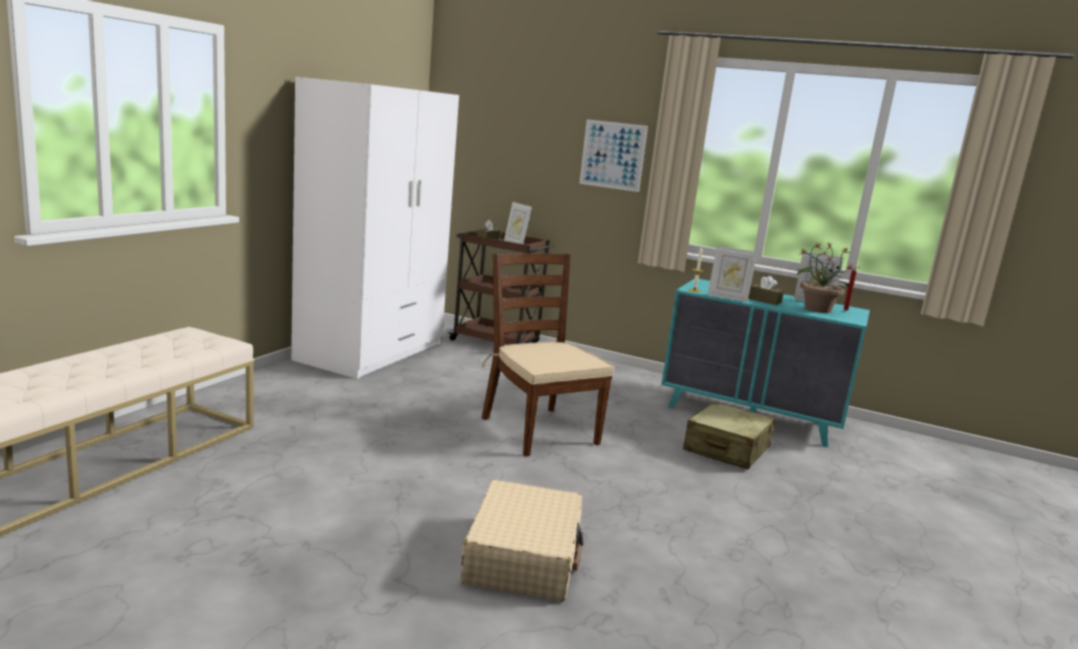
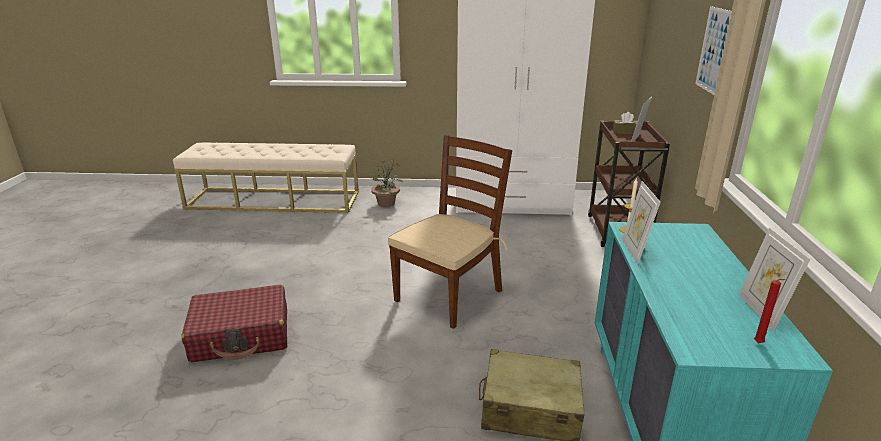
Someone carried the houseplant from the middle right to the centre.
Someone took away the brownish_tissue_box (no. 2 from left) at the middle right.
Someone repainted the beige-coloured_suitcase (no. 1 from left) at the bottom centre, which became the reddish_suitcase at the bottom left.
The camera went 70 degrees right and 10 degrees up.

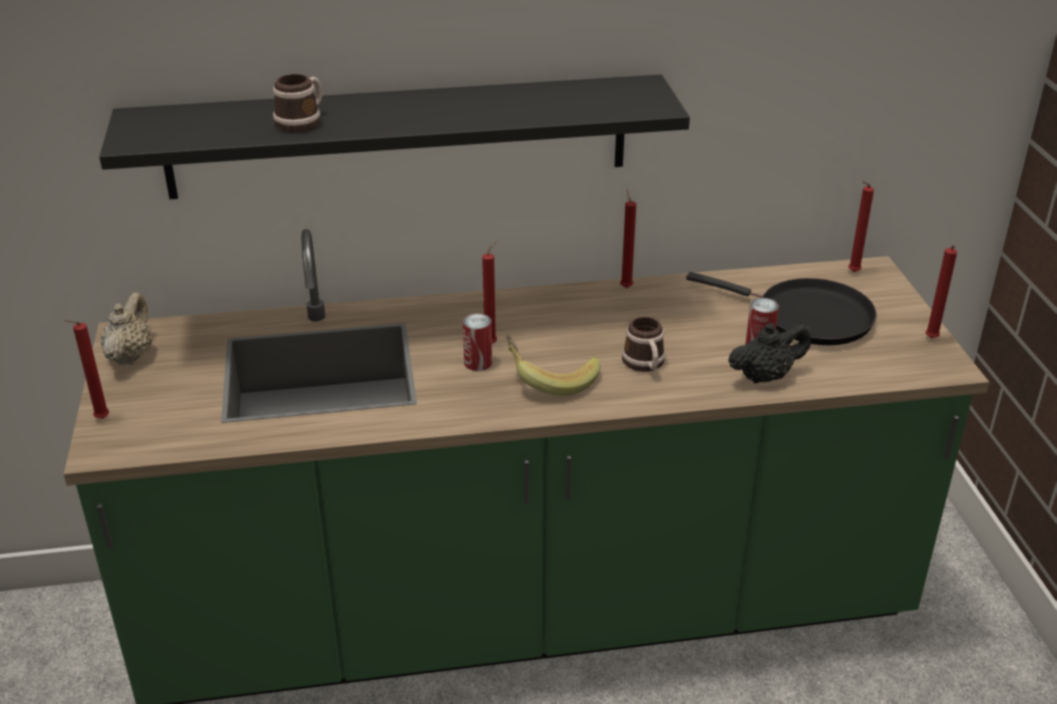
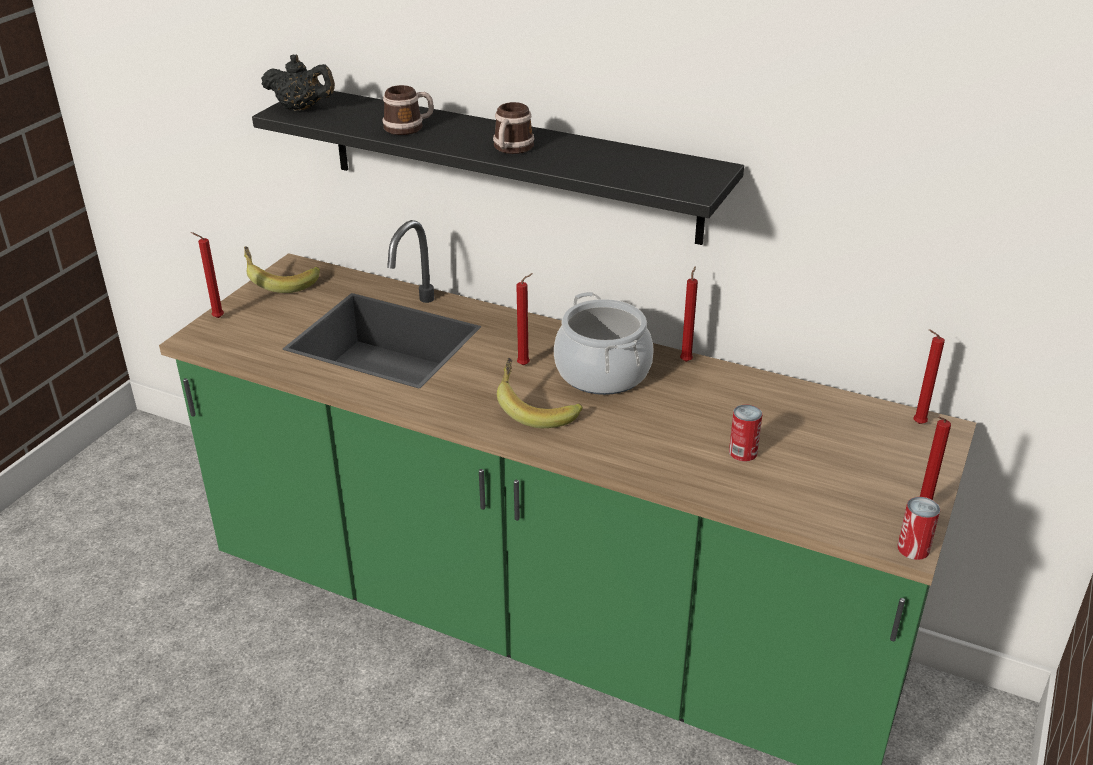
Someone took away the blackish_skillet at the middle right.
Someone swapped the beige-coloured_pot_for_tea at the middle left for the banana (no. 1 from left) at the middle left.
Someone carried the can (no. 1 from left in the first image) from the centre to the bottom right.
Someone carried the tea_mug (no. 2 from left) from the centre to the top centre.
Someone carried the blackish_pot_for_tea from the middle right to the top left.
Someone put down the stockpot at the centre.
The camera went 35 degrees right and 0 degrees up.

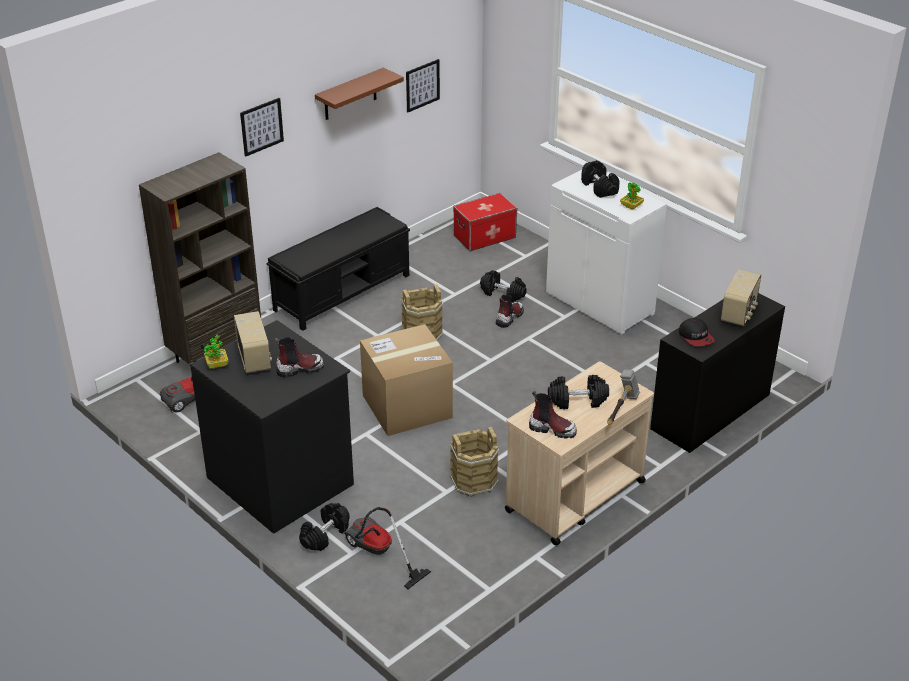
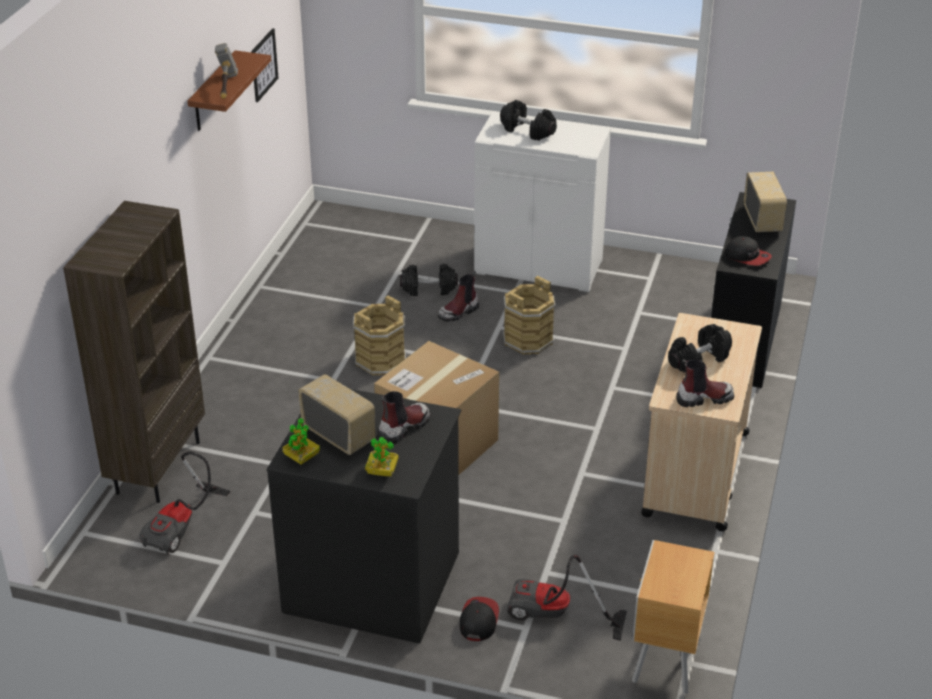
Someone took away the wall_art (no. 1 from left) at the top left.
Someone carried the houseplant (no. 2 from left) from the top right to the centre.
Someone took away the storage_bin at the top centre.
Someone took away the blackish_indoor_bench at the centre.
Someone rotated the high-top_boot (no. 2 from left) at the centre by 135 degrees counterclockwise.
Someone carried the tool_hammer from the middle right to the top left.
Someone carried the brownish_water_bucket (no. 2 from left) from the bottom centre to the centre.
Someone swapped the blackish_hand_weight (no. 1 from left) at the bottom centre for the cap (no. 1 from left) at the bottom centre.
Someone put down the brownish_bedside_table at the bottom right.
The camera went 30 degrees left and 0 degrees up.

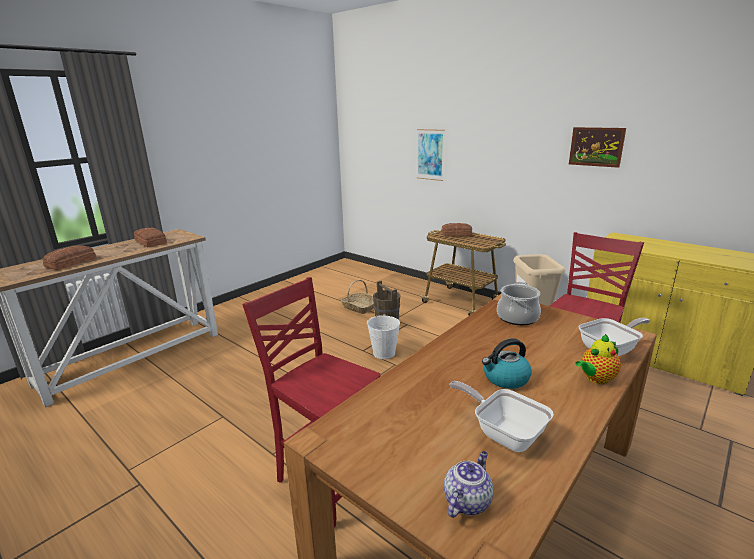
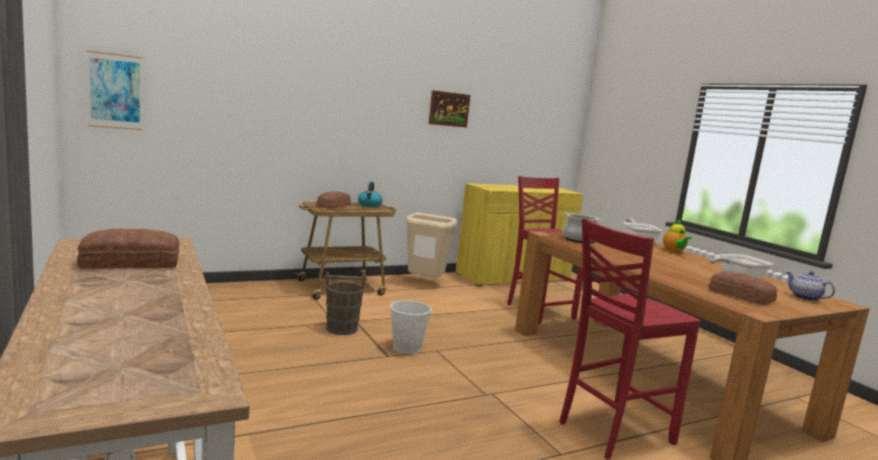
Someone carried the wall_art (no. 1 from left) from the top centre to the top left.
Someone carried the baked_bread (no. 1 from left in the first image) from the middle left to the middle right.
Someone took away the basket at the centre.
Someone carried the kettle from the middle right to the centre.
The camera went 70 degrees left and 10 degrees down.

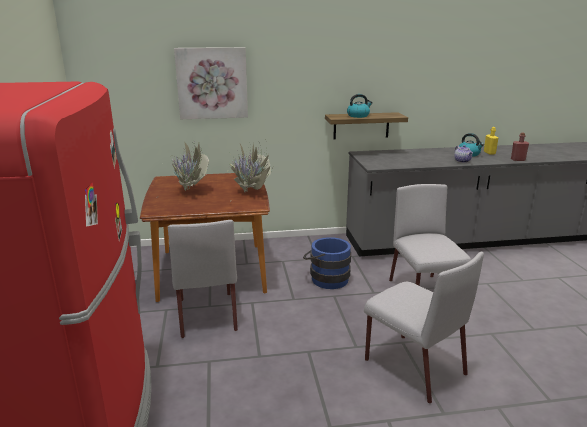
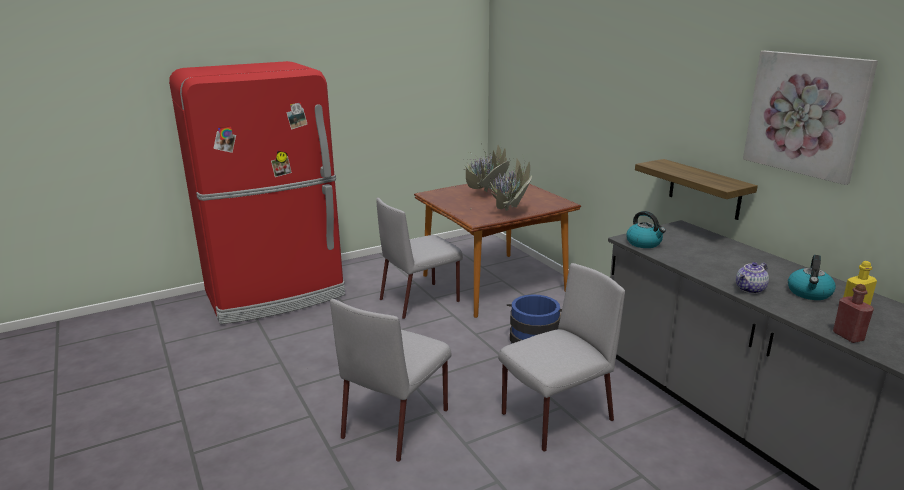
Someone carried the wall_art from the top centre to the top right.
Someone carried the kettle (no. 1 from left) from the top centre to the middle right.
The camera went 70 degrees right and 0 degrees up.

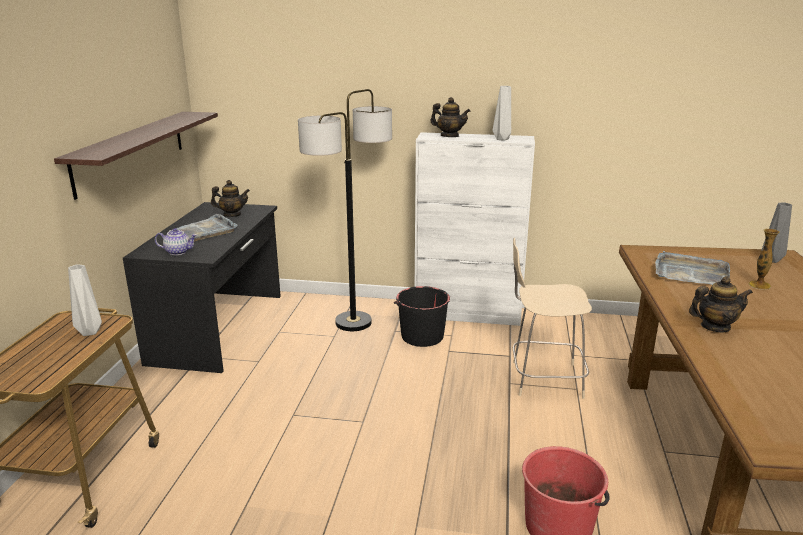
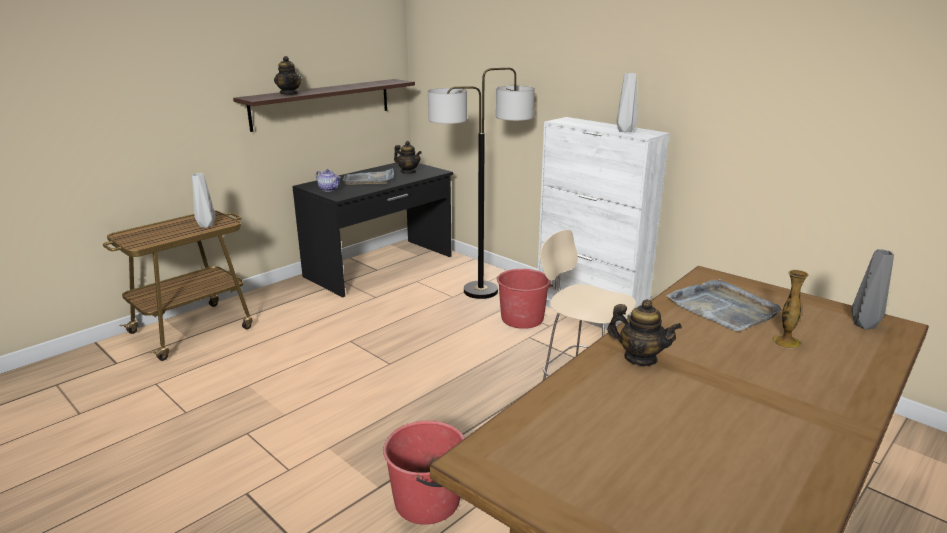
Someone carried the pot_for_tea (no. 3 from left in the first image) from the top centre to the top left.
Someone repainted the blackish_water_bucket at the centre, which became the reddish_water_bucket (no. 2 from left) at the centre.
The camera went 35 degrees right and 0 degrees up.

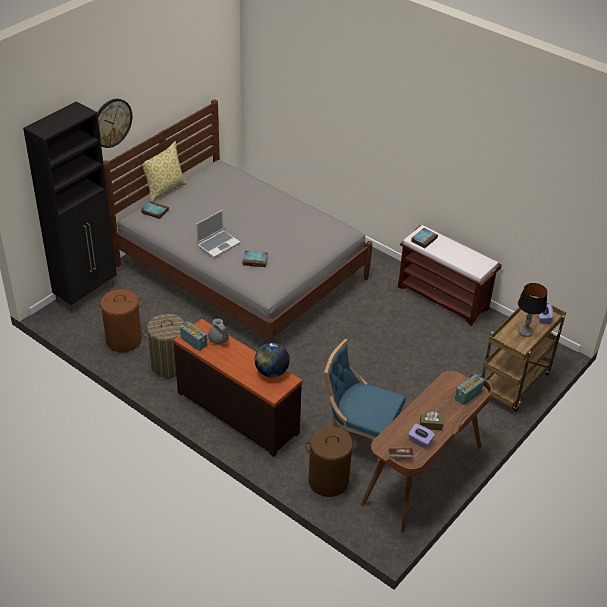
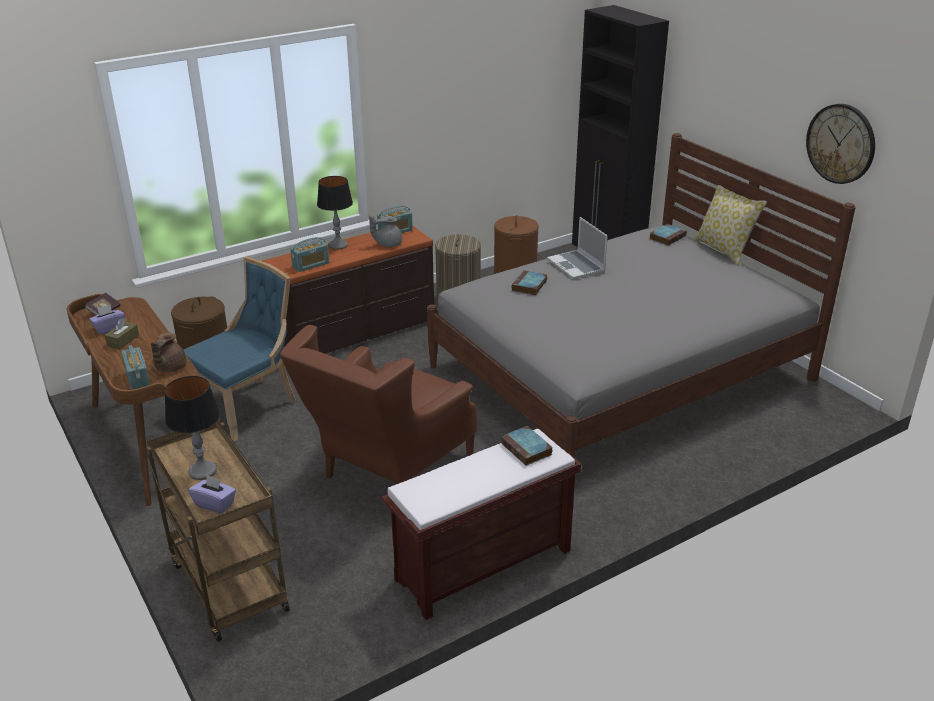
Someone carried the hanging_clock from the top left to the top right.
Someone swapped the world_globe at the centre for the radio_receiver (no. 2 from left) at the middle left.
Someone put down the tabletop_lamp (no. 2 from left) at the top centre.
Someone put down the brownish_lounge_chair at the centre.
Someone put down the brownish_pot_for_tea at the middle left.
The camera went 110 degrees right and 10 degrees down.

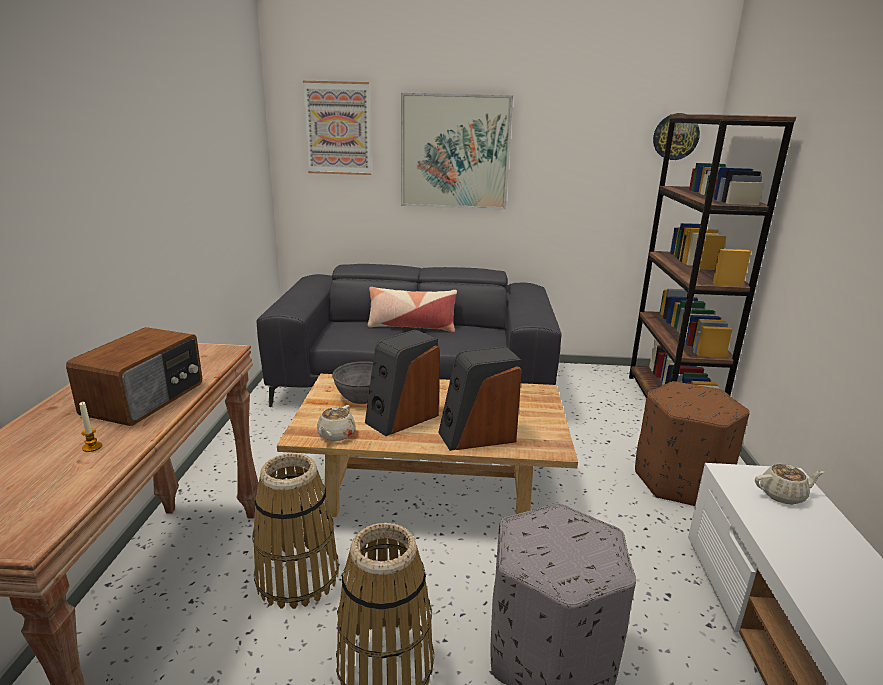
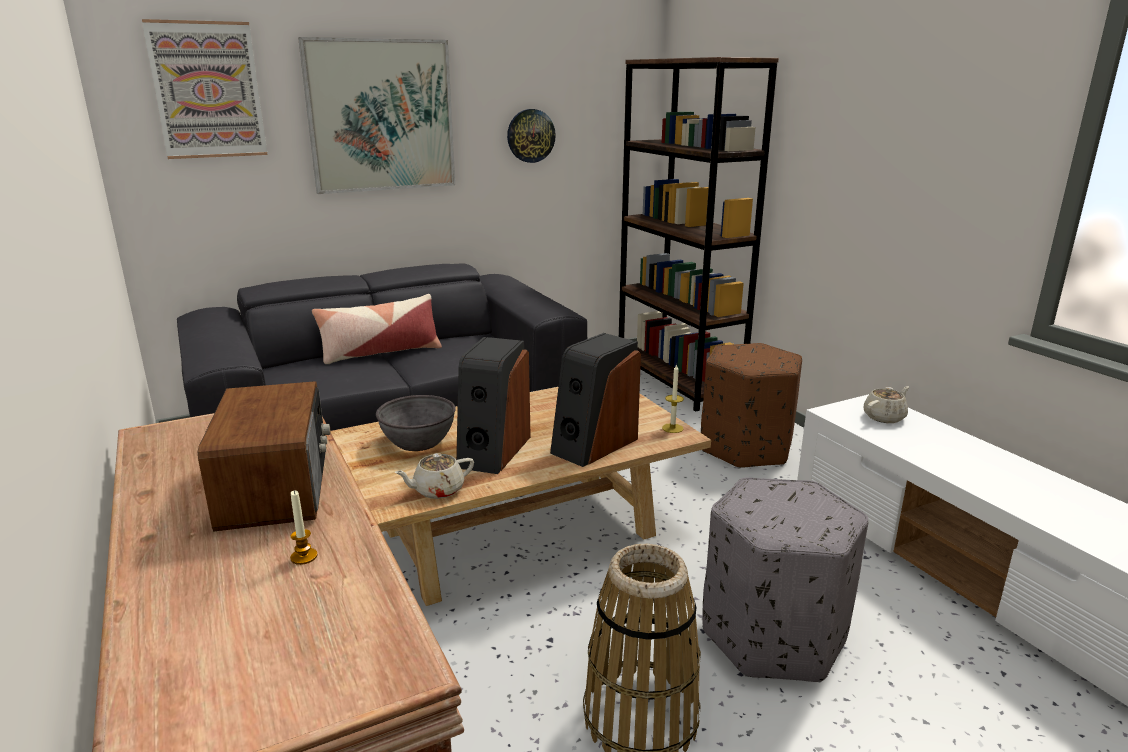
Someone carried the hanging_clock from the top right to the top centre.
Someone rotated the beige-coloured_pot_for_tea (no. 1 from left) at the centre by 75 degrees clockwise.
Someone took away the basket (no. 1 from left) at the bottom centre.
Someone put down the candle (no. 2 from left) at the centre.
The camera went 30 degrees left and 0 degrees up.

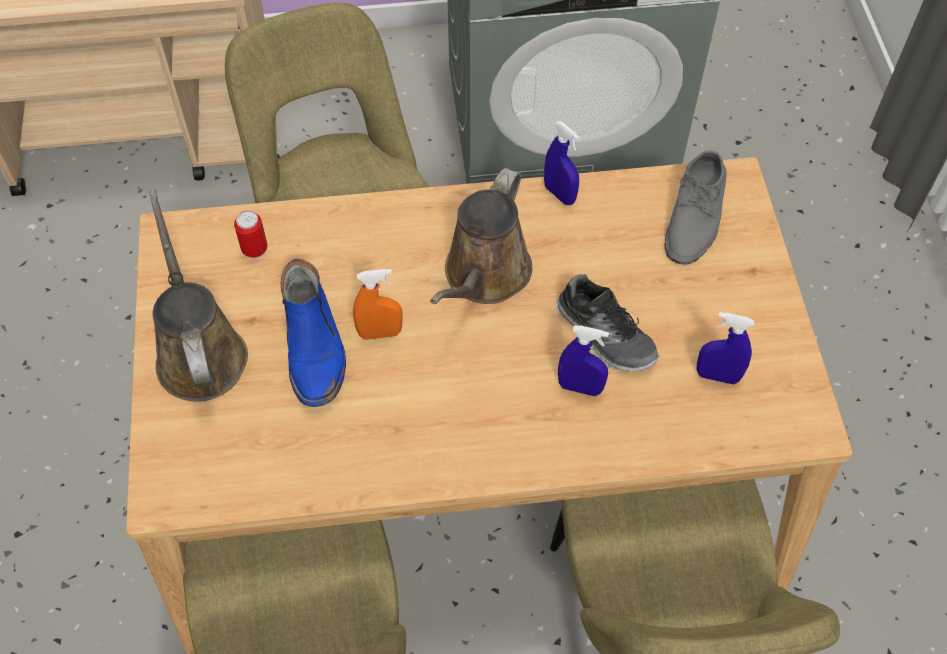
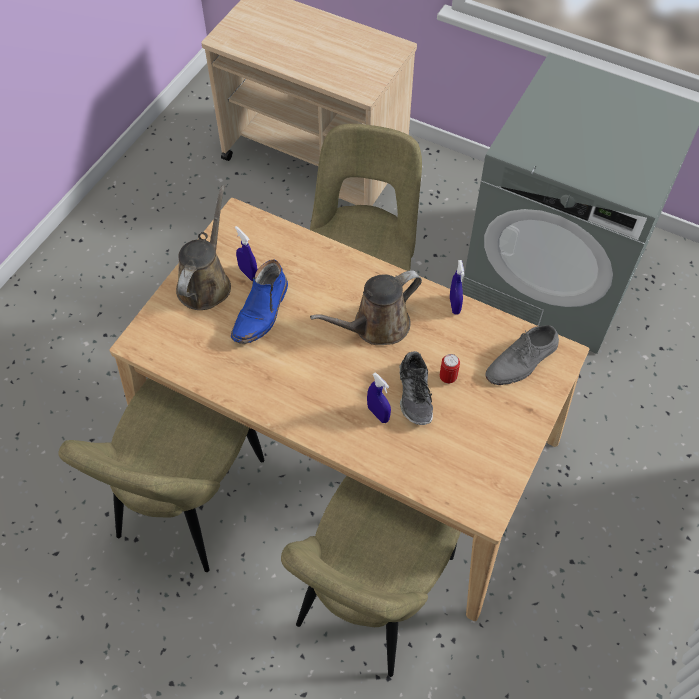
Someone carried the can from the middle left to the centre.
Someone took away the orange-coloured_spray_bottle at the centre.
Someone carried the blue_spray_bottle (no. 3 from left in the first image) from the middle right to the centre.
The camera went 35 degrees right and 0 degrees up.

